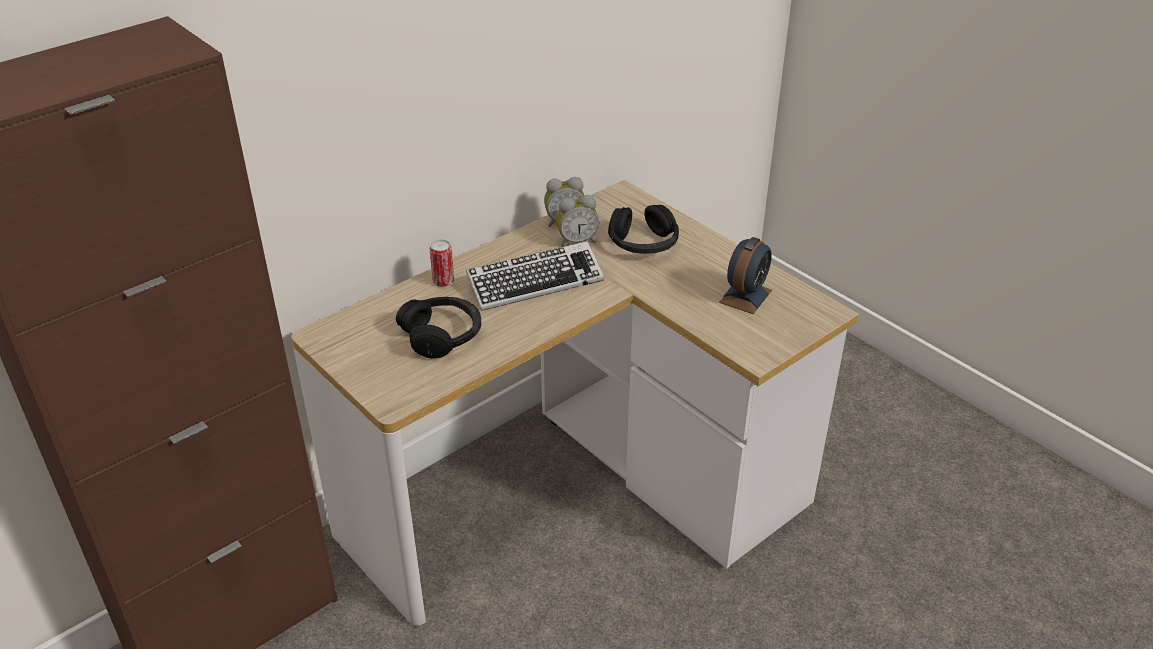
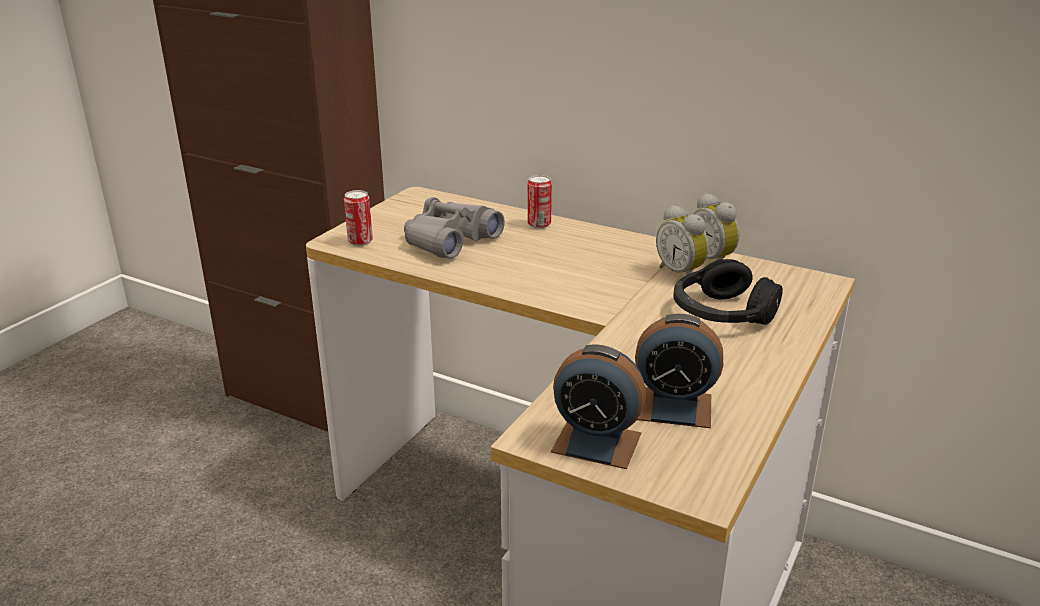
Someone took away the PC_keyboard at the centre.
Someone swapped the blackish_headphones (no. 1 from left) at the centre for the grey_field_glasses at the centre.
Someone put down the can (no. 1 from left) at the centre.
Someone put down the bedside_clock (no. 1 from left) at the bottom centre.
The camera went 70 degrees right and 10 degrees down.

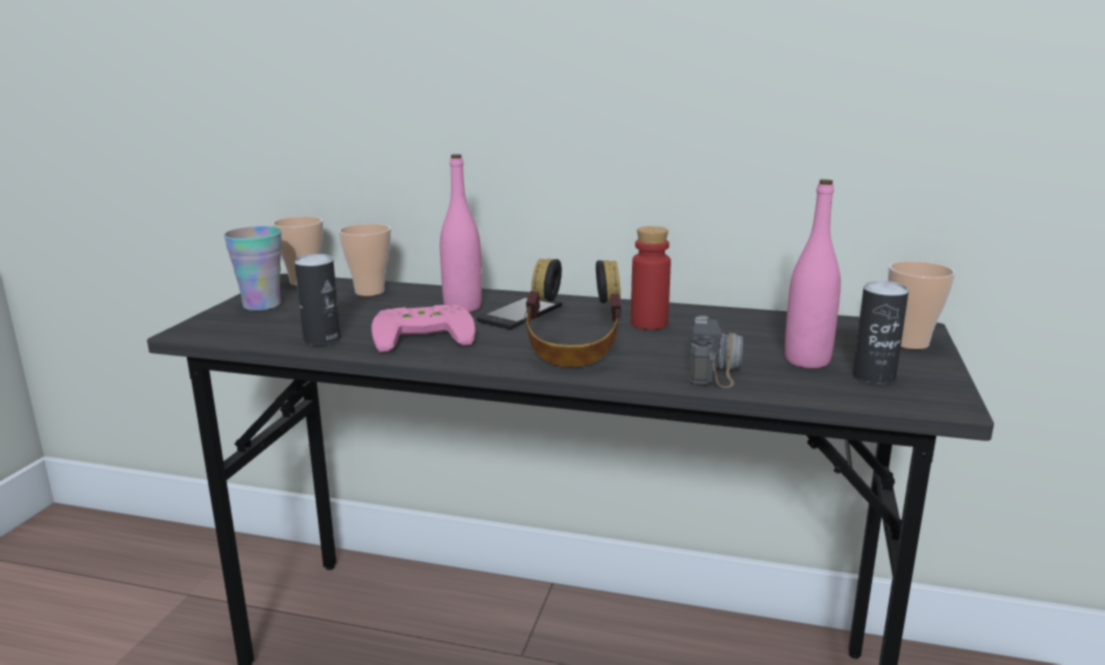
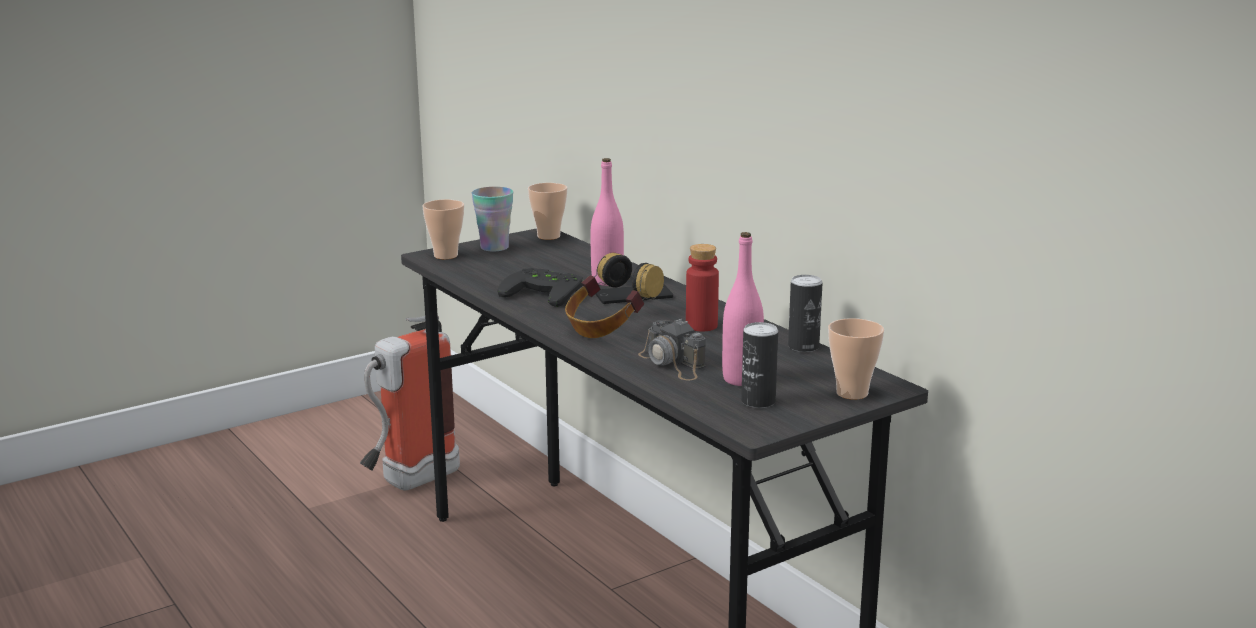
Someone carried the small_cup (no. 3 from left in the first image) from the middle left to the centre.
Someone carried the can (no. 1 from left in the first image) from the middle left to the centre.
Someone repainted the pink_joypad at the centre, which became the blackish_joypad at the centre.
Someone rotated the still_camera at the centre by 90 degrees clockwise.
Someone put down the extinguisher at the middle left.
The camera went 40 degrees right and 0 degrees up.

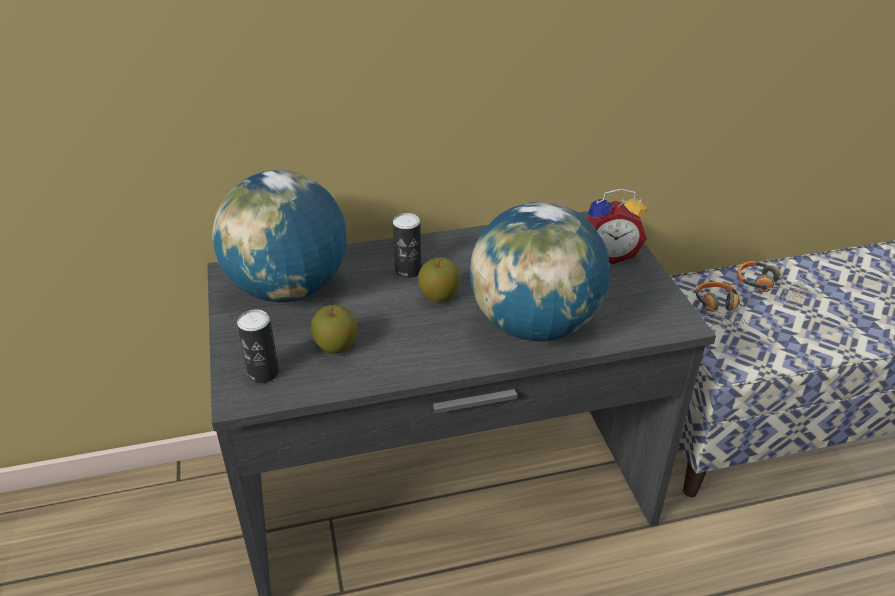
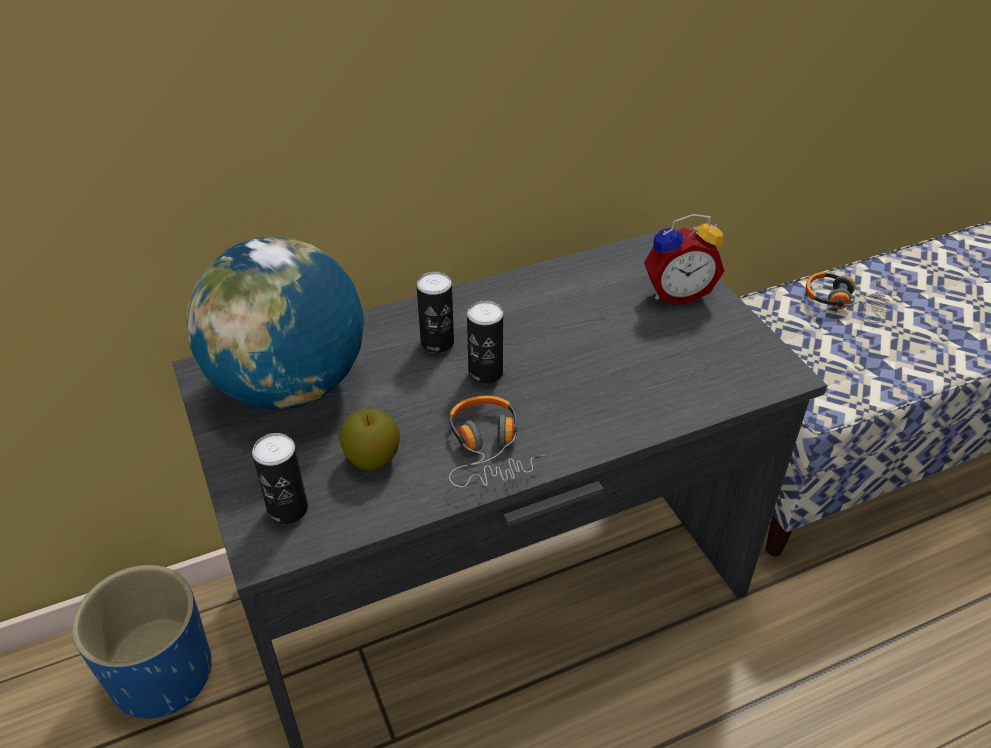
Someone took away the world_globe (no. 2 from left) at the centre.
Someone swapped the whole_apple (no. 2 from left) at the centre for the can (no. 3 from left) at the centre.
Someone carried the headphones (no. 1 from left) from the middle right to the centre.
Someone put down the blue_planter at the bottom left.
The camera went 10 degrees left and 5 degrees up.

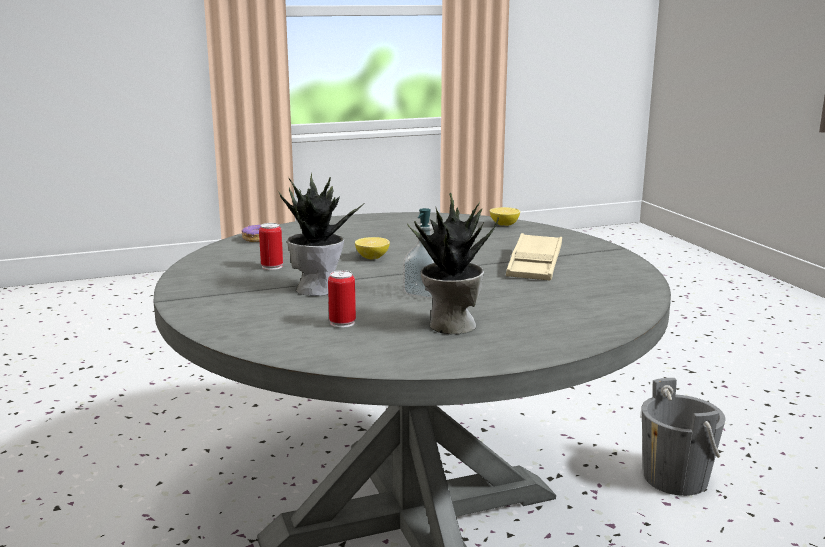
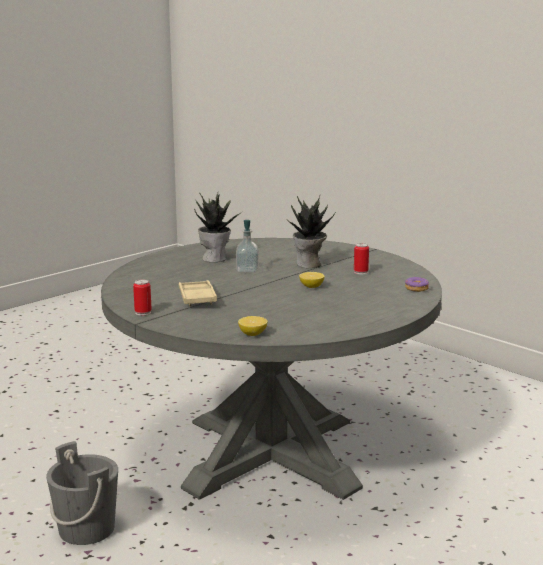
Someone carried the can (no. 2 from left in the first image) from the centre to the middle left.
The camera went 155 degrees right and 0 degrees up.

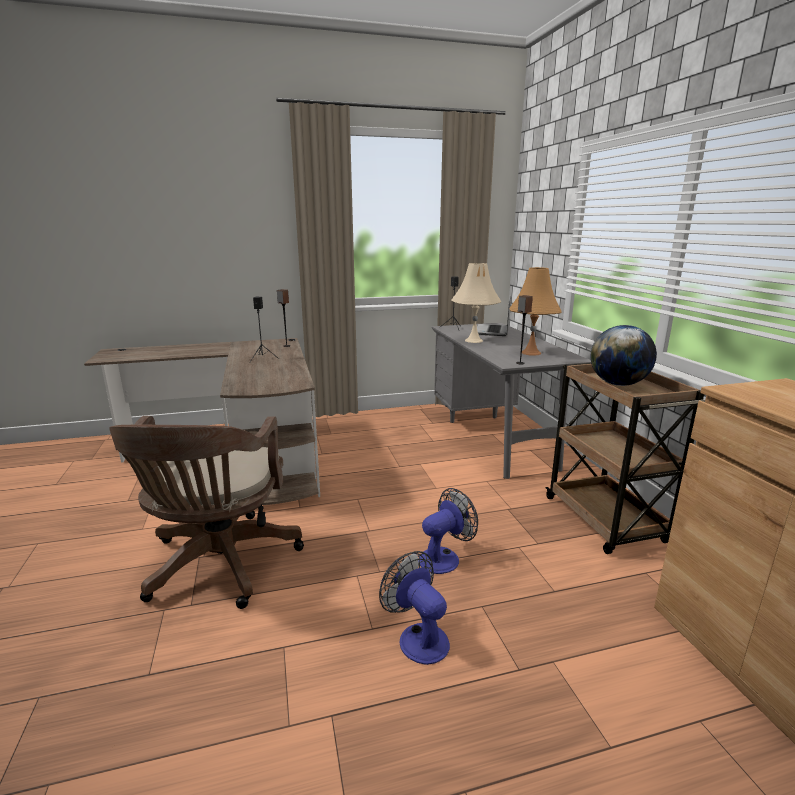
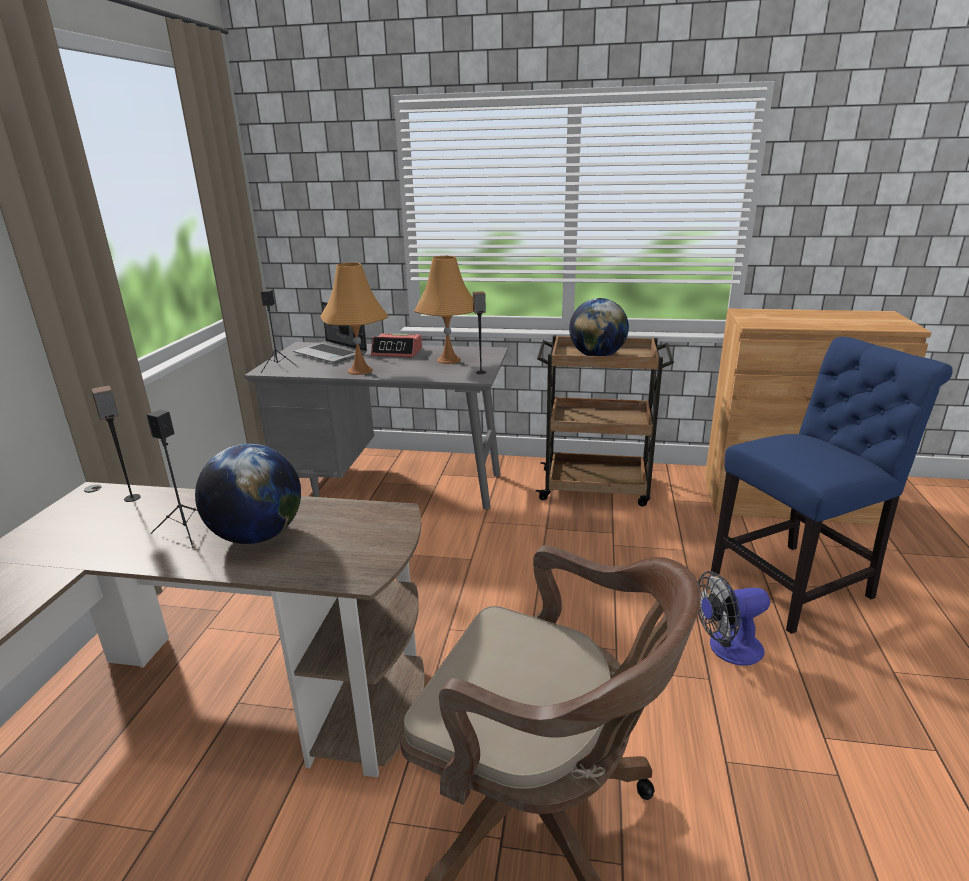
Someone repainted the beige-coloured_tabletop_lamp at the centre, which became the orange-coloured_tabletop_lamp (no. 1 from left) at the centre.
Someone took away the electric_fan (no. 2 from left) at the bottom centre.
Someone put down the bedside_clock at the centre.
Someone put down the blue_chair at the middle right.
Someone put down the world_globe (no. 1 from left) at the middle left.
The camera went 65 degrees left and 5 degrees up.

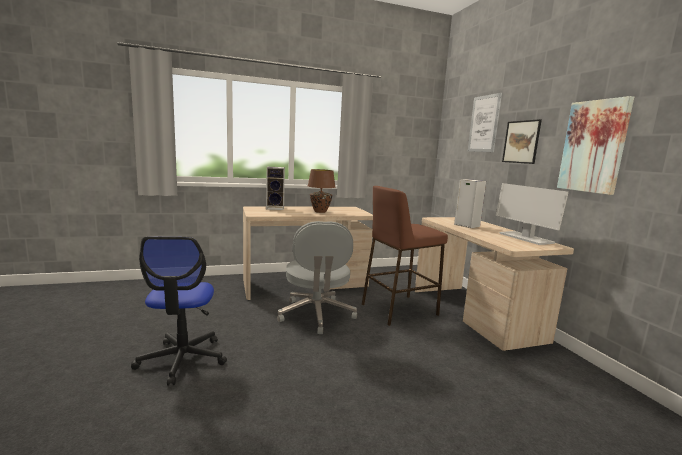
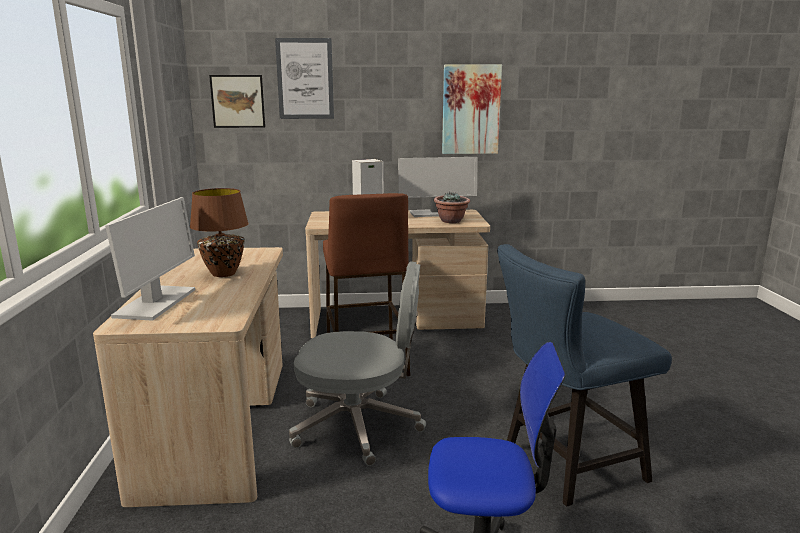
Someone carried the wall_art (no. 2 from left in the first image) from the top right to the top left.
Someone swapped the loudspeaker (no. 1 from left) at the centre for the computer_screen (no. 1 from left) at the middle left.
Someone put down the houseplant at the centre.
Someone put down the blue_chair at the bottom right.
The camera went 75 degrees left and 5 degrees up.

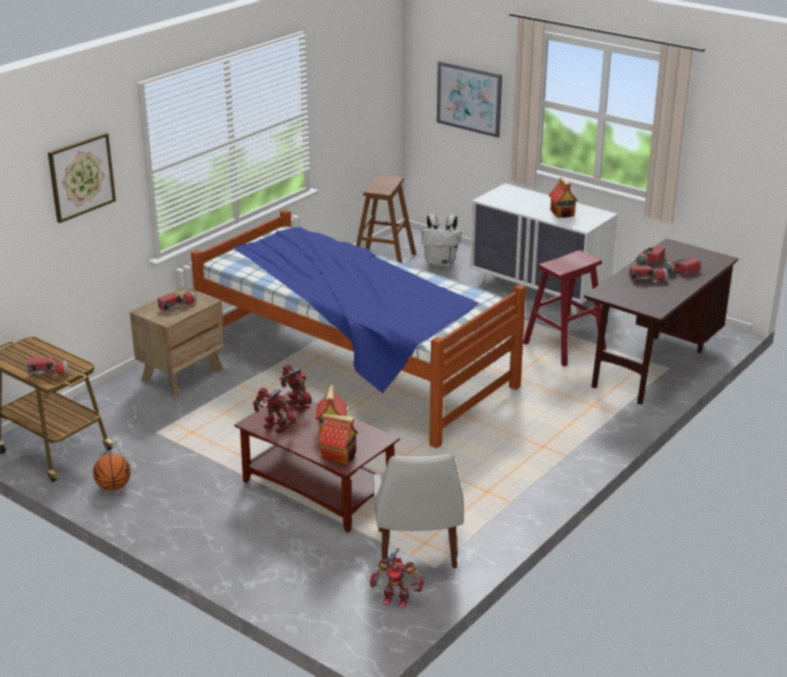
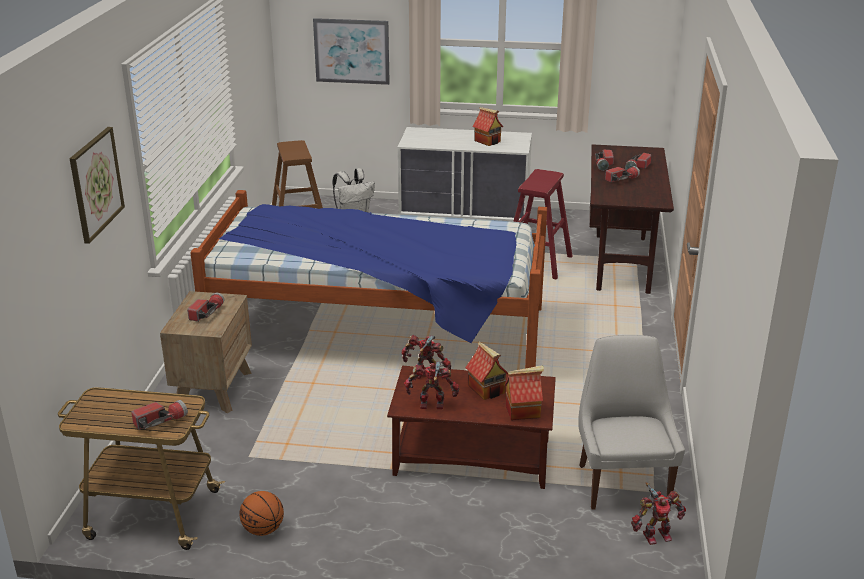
Someone rotated the white-coloured_chair at the bottom centre by 150 degrees counterclockwise.
The camera went 30 degrees left and 0 degrees up.

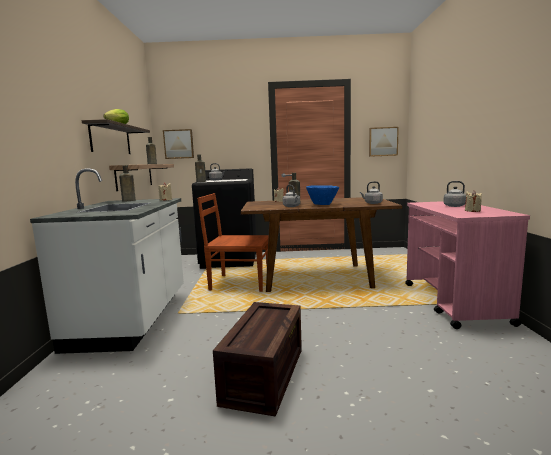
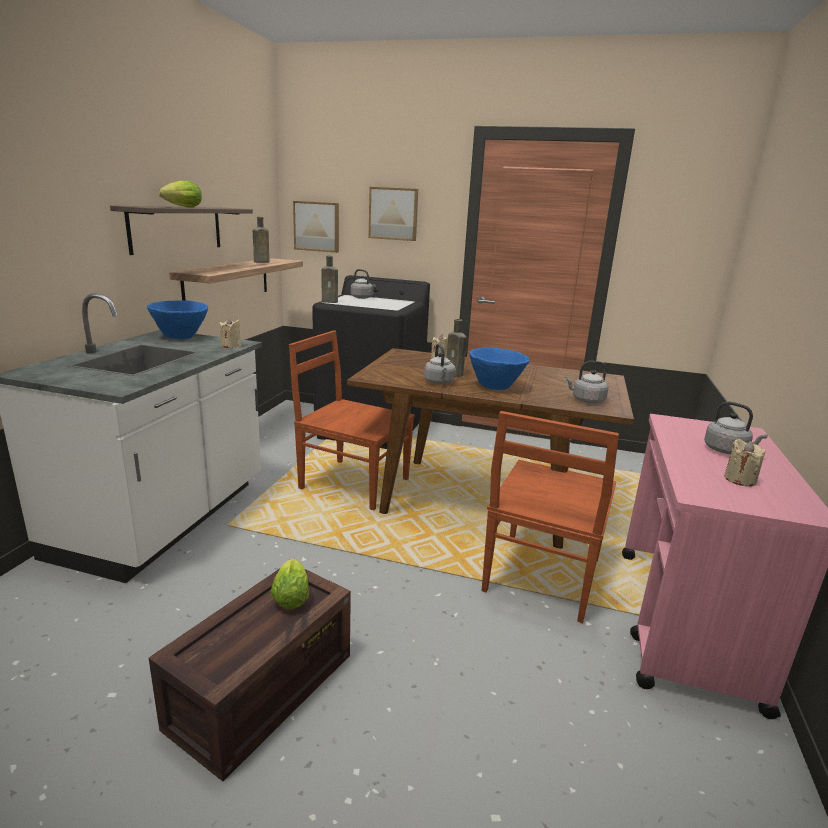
Someone carried the wall_art (no. 2 from left) from the top right to the top centre.
Someone swapped the brownish_beverage_bottle (no. 1 from left) at the middle left for the blue_serving_bowl (no. 1 from left) at the middle left.
Someone put down the brownish_chair (no. 2 from left) at the centre.
Someone put down the lettuce_head (no. 2 from left) at the bottom centre.
The camera went 15 degrees right and 10 degrees up.

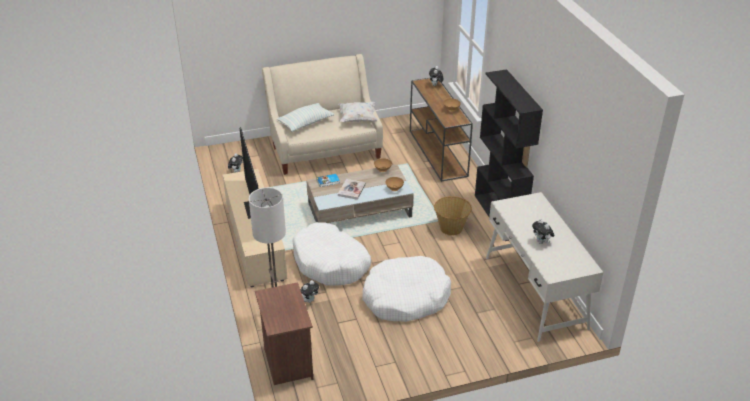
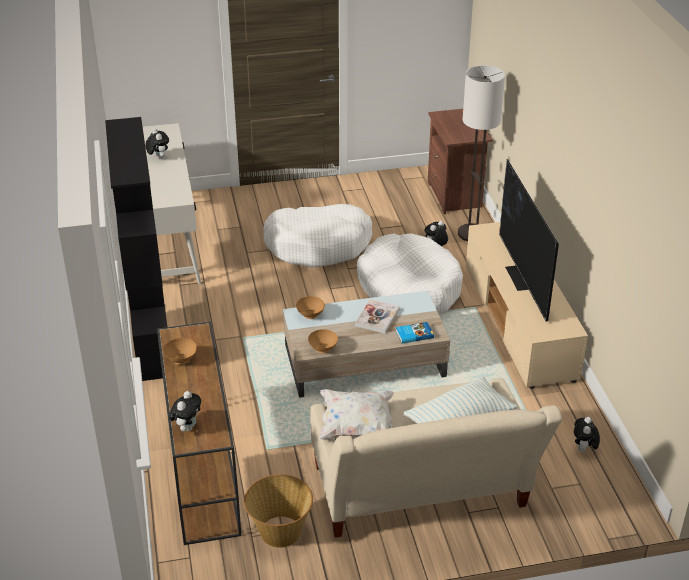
Someone carried the basket from the centre to the bottom centre.
The camera went 175 degrees left and 0 degrees up.

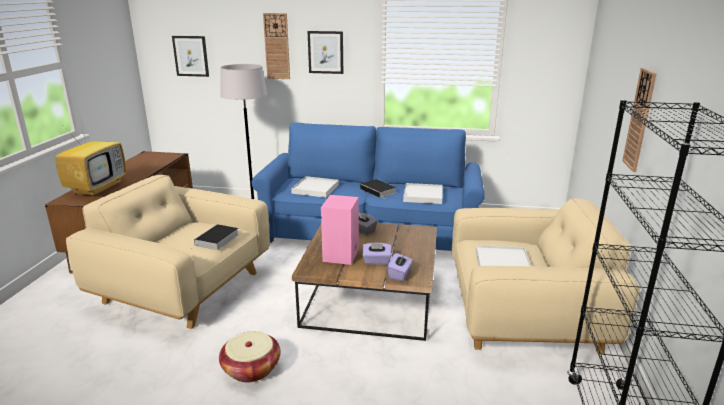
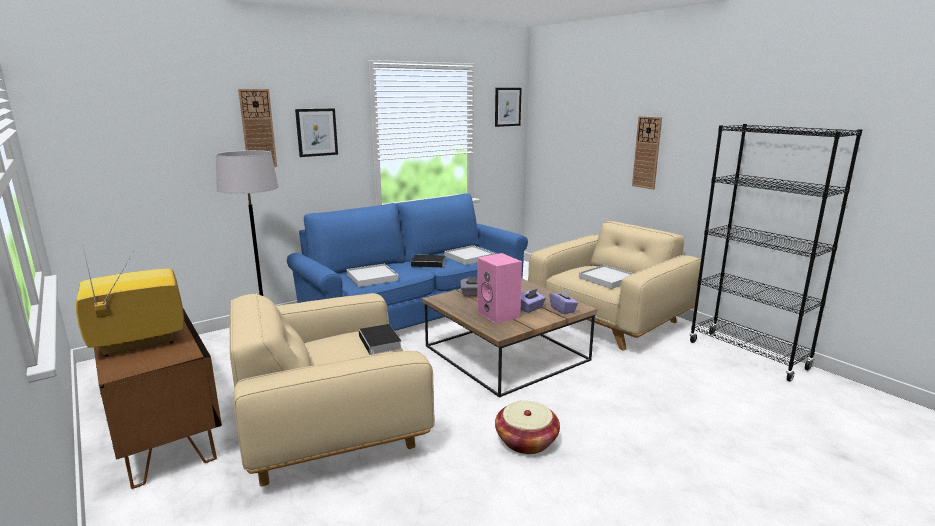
Someone carried the wall_art (no. 1 from left in the first image) from the top left to the top centre.
Someone rotated the TV at the middle left by 90 degrees counterclockwise.
The camera went 45 degrees left and 5 degrees down.

